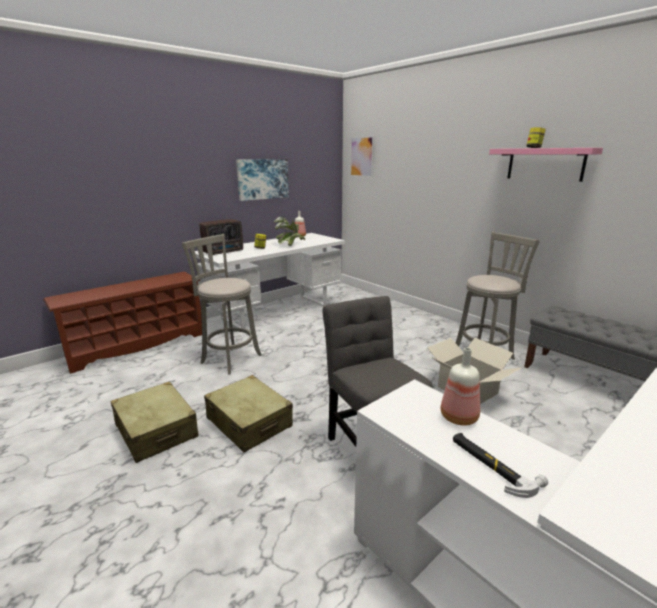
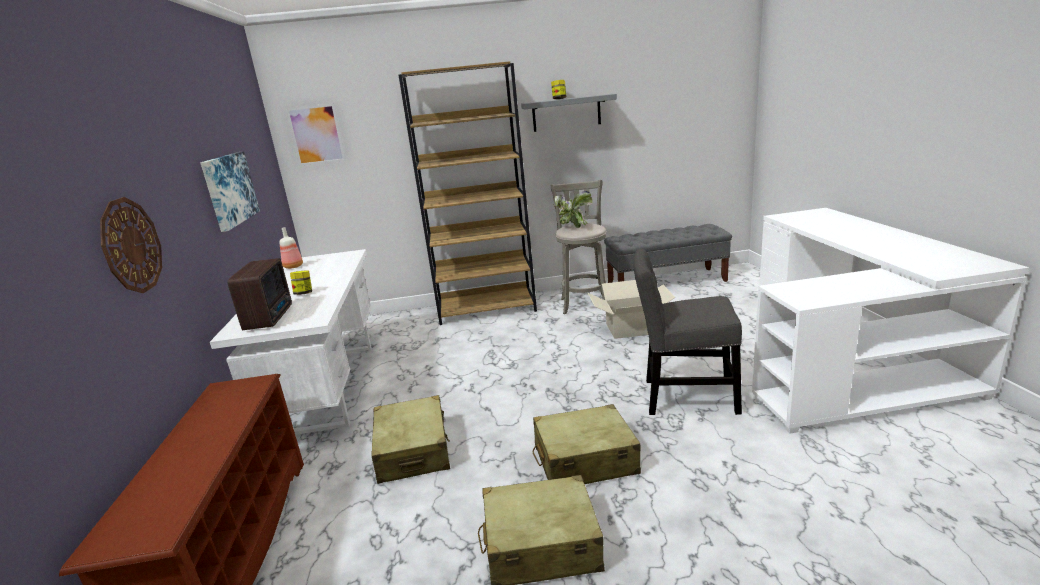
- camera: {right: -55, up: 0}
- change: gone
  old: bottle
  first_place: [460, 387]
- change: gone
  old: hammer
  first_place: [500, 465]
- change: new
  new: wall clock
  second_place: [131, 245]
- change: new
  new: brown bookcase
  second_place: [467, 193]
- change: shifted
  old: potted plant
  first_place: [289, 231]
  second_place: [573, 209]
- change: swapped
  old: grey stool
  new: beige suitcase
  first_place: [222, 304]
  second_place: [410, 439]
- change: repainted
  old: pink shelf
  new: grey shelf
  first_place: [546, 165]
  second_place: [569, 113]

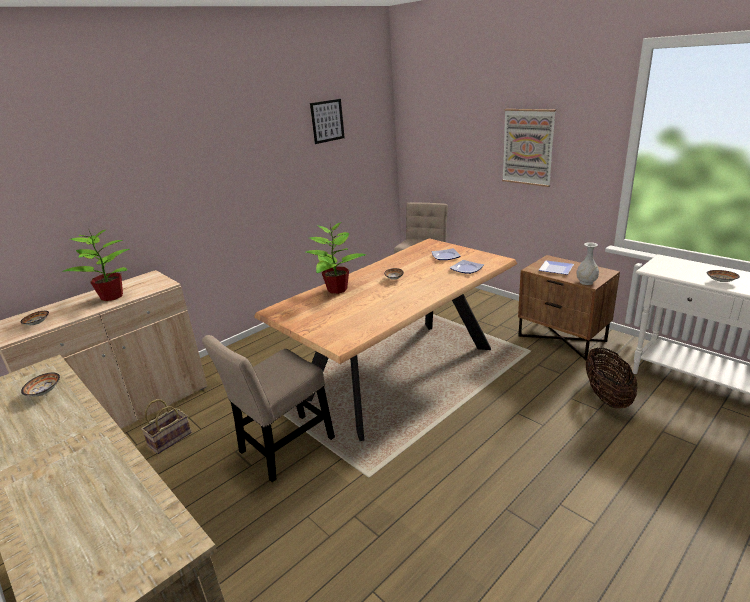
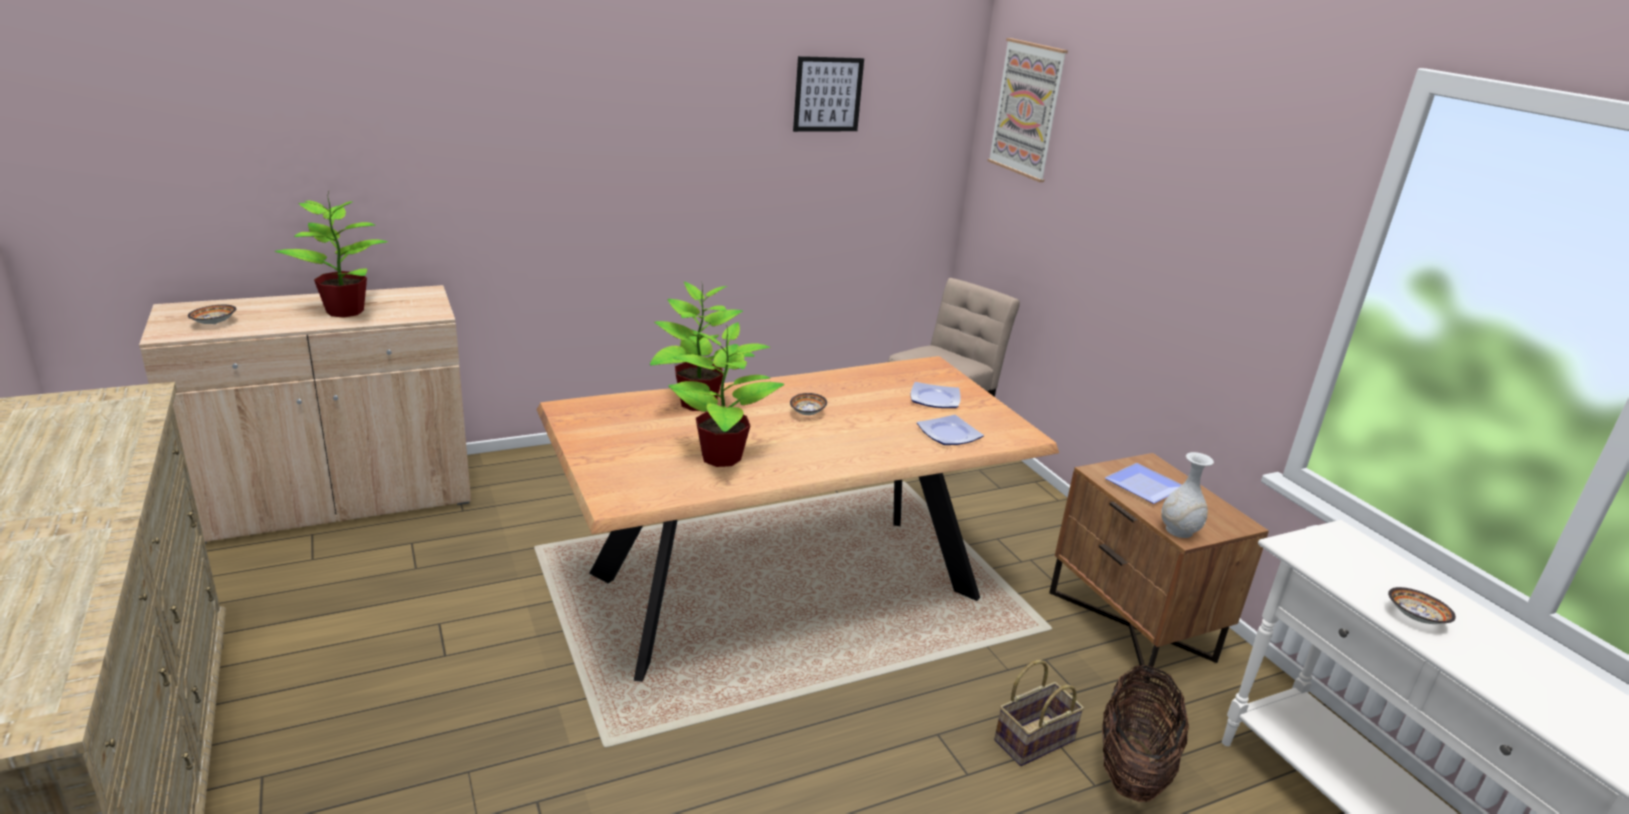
- camera: {right: 15, up: 0}
- change: gone
  old: bowl
  first_place: [40, 384]
- change: gone
  old: beige chair
  first_place: [268, 408]
- change: new
  new: potted plant
  second_place: [726, 394]
- change: shifted
  old: basket
  first_place: [166, 426]
  second_place: [1039, 713]
- change: shifted
  old: picture
  first_place: [529, 148]
  second_place: [1027, 110]

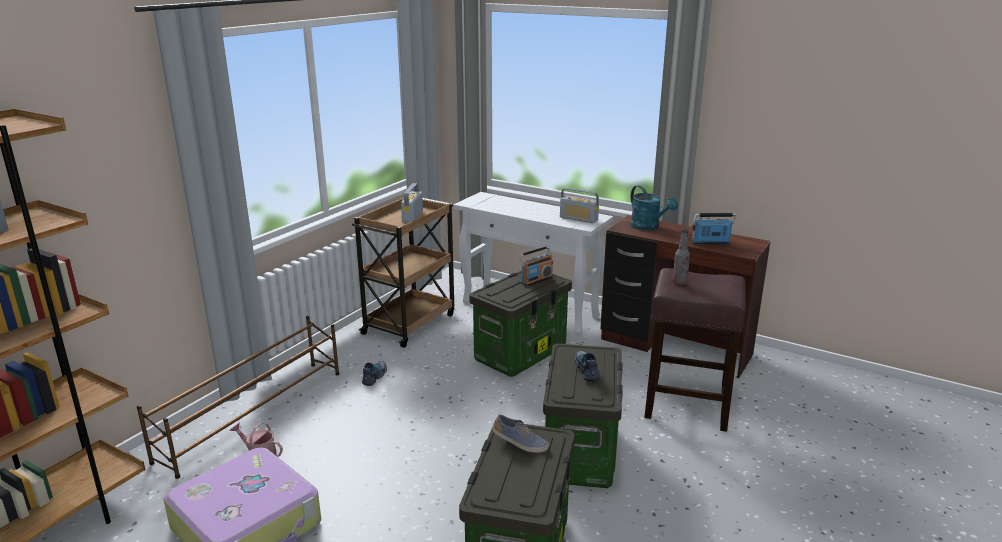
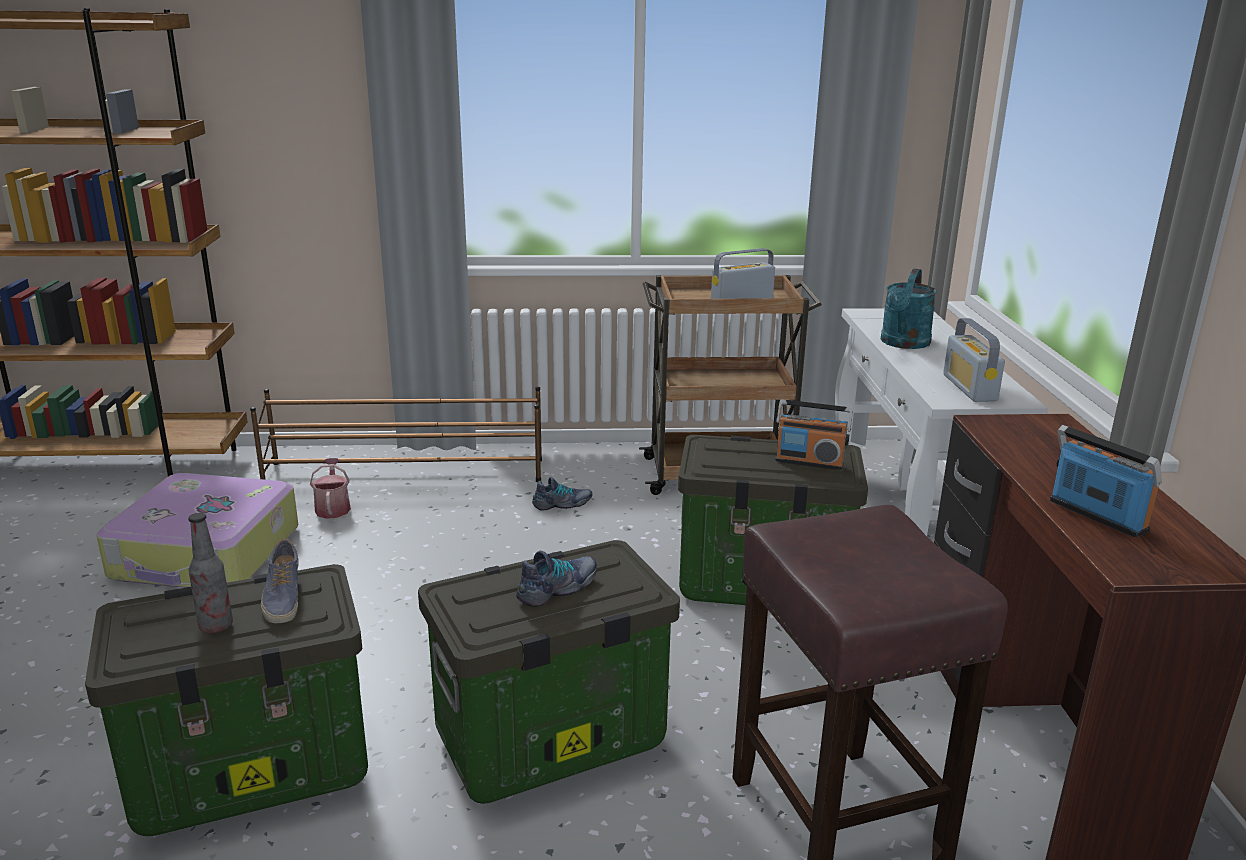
- camera: {right: 55, up: 0}
- change: shifted
  old: turquoise watering can
  first_place: [654, 208]
  second_place: [909, 309]
- change: shifted
  old: bottle
  first_place: [681, 257]
  second_place: [210, 573]

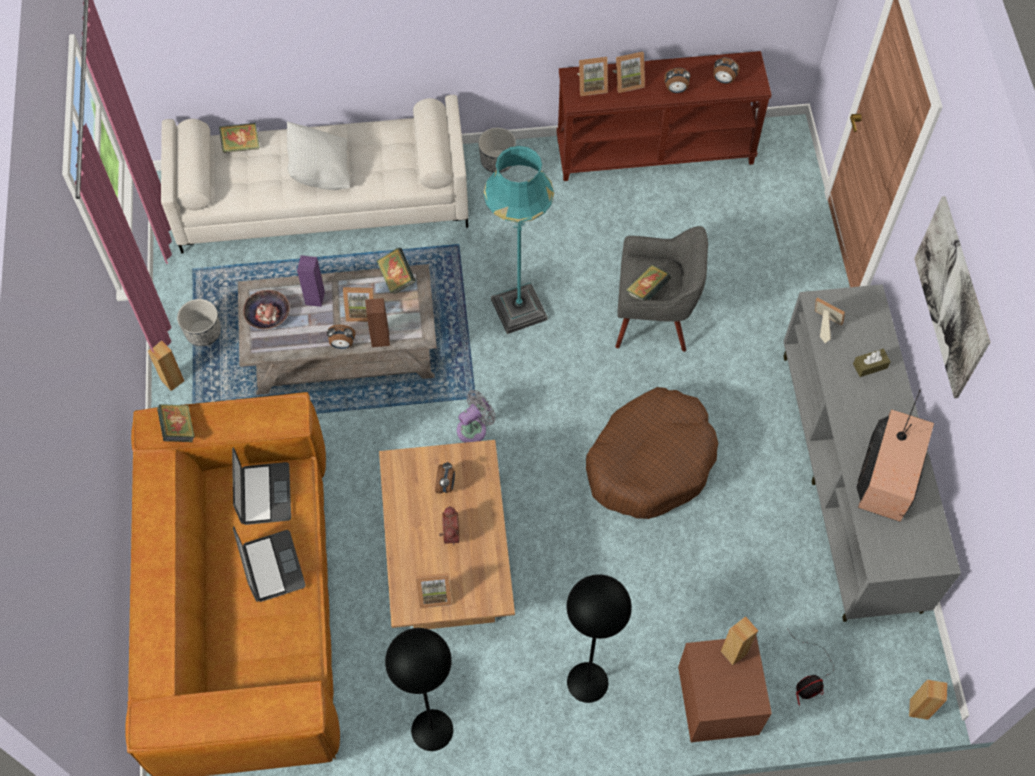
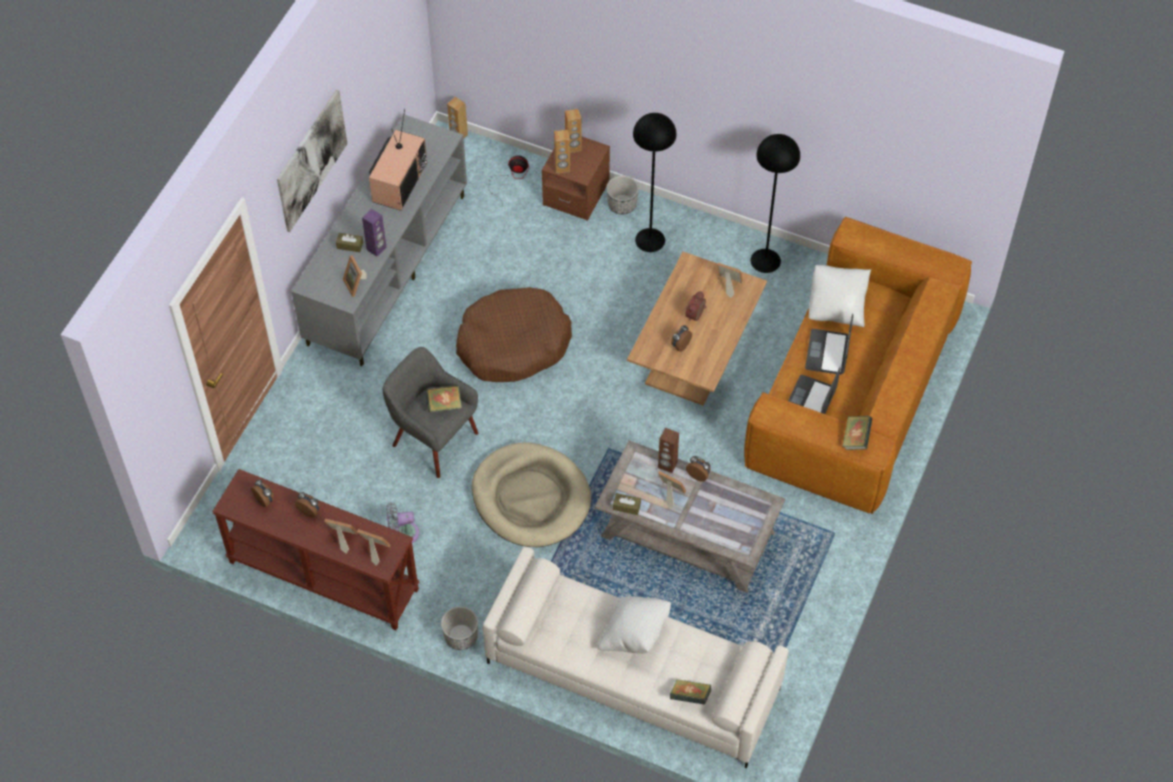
- camera: {right: -150, up: -5}
- change: gone
  old: bowl
  first_place: [266, 309]
- change: new
  new: white pillow
  second_place: [840, 296]
- change: shifted
  old: brown speaker
  first_place: [166, 366]
  second_place: [573, 131]
- change: shifted
  old: planter
  first_place: [199, 322]
  second_place: [622, 195]
- change: shifted
  old: purple speaker
  first_place: [311, 281]
  second_place: [374, 232]
- change: shifted
  old: grey fan
  first_place: [476, 416]
  second_place: [402, 522]
- change: swapped
  old: book
  new: brown tissue box
  first_place: [396, 271]
  second_place: [627, 504]
- change: swapped
  old: turquoise floor lamp
  new: beige dog bed
  first_place: [519, 240]
  second_place: [531, 494]
- change: rotated
  old: television
  first_place: [895, 456]
  second_place: [398, 160]
  degrees: 150

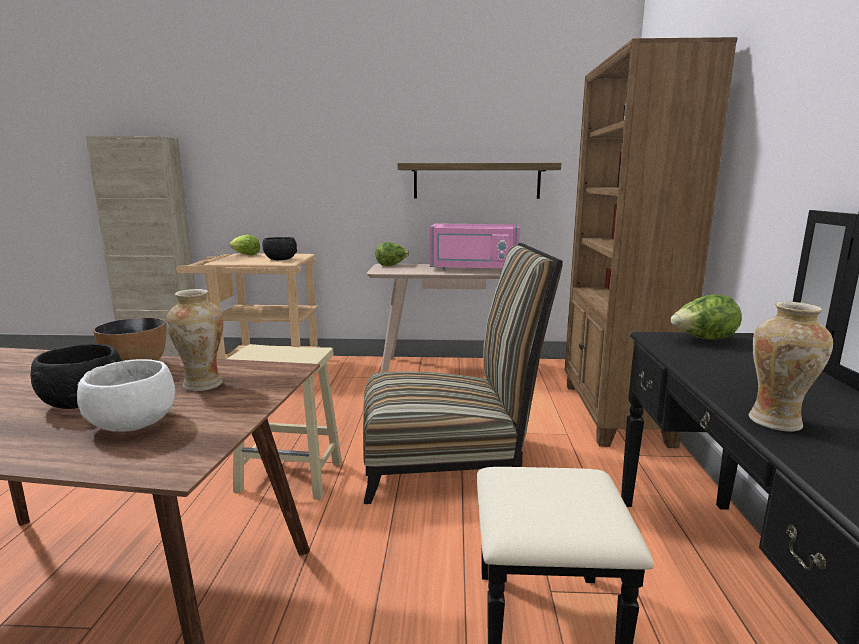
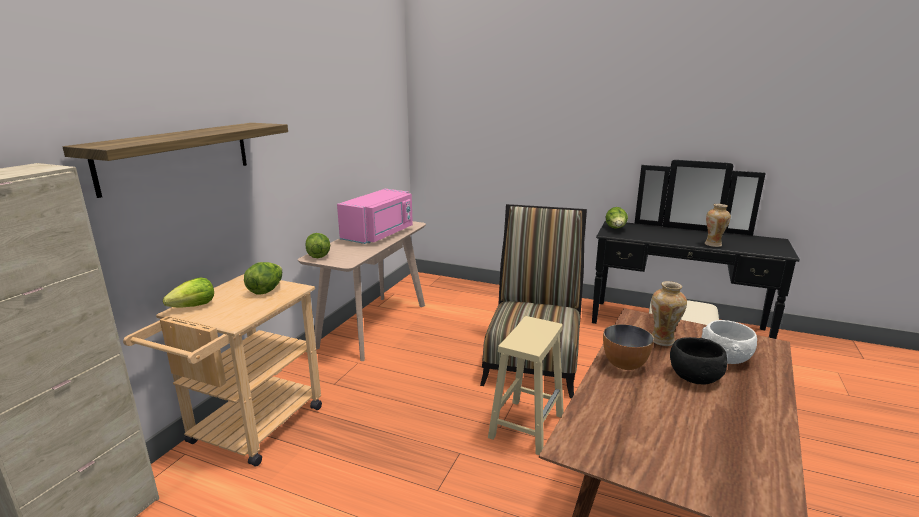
- camera: {right: -70, up: 5}
- change: gone
  old: brown bookcase
  first_place: [651, 242]
- change: shifted
  old: shelf
  first_place: [479, 181]
  second_place: [175, 160]
- change: swapped
  old: black bowl
  new: lettuce
  first_place: [279, 248]
  second_place: [263, 278]

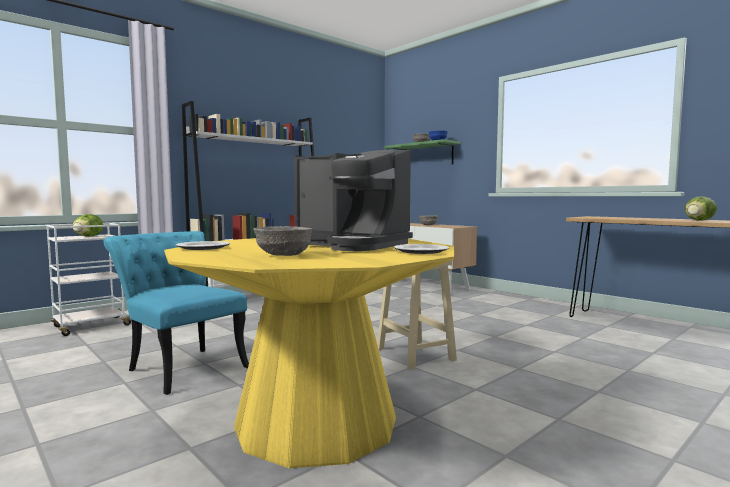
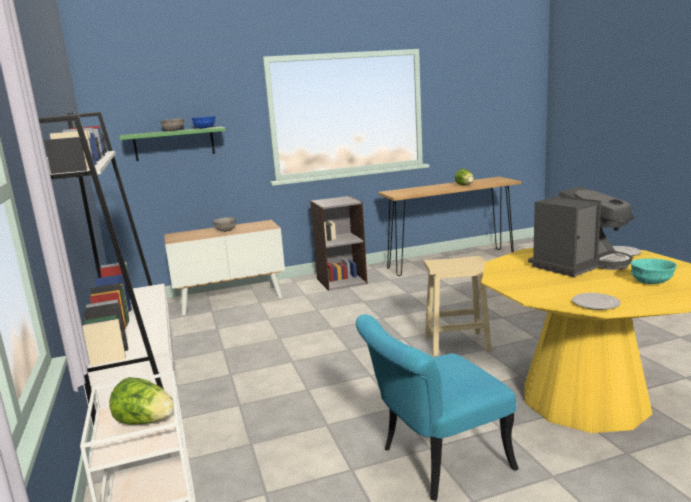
- camera: {right: -65, up: 10}
- change: new
  new: grey bookcase
  second_place: [338, 243]
- change: repainted
  old: grey bowl
  new: turquoise bowl
  first_place: [283, 241]
  second_place: [654, 271]

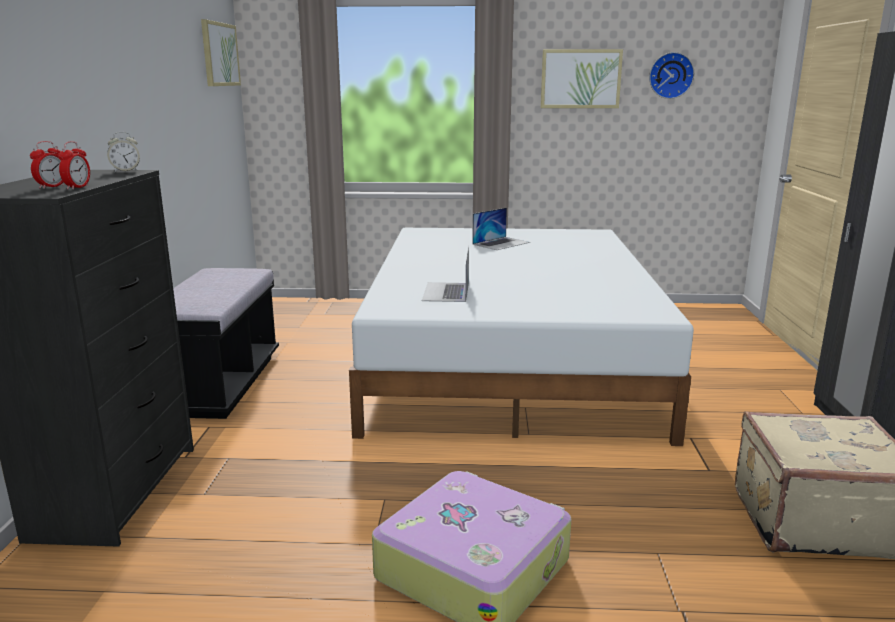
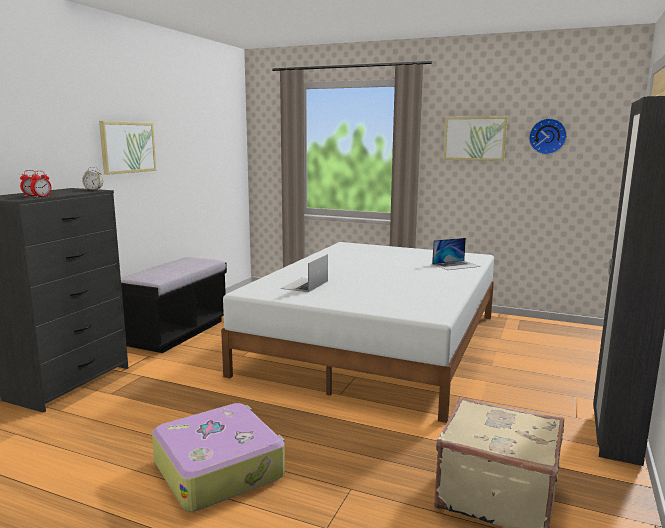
- camera: {right: 20, up: -5}
- change: shifted
  old: picture
  first_place: [221, 52]
  second_place: [127, 148]
- change: shifted
  old: laptop
  first_place: [501, 229]
  second_place: [456, 254]

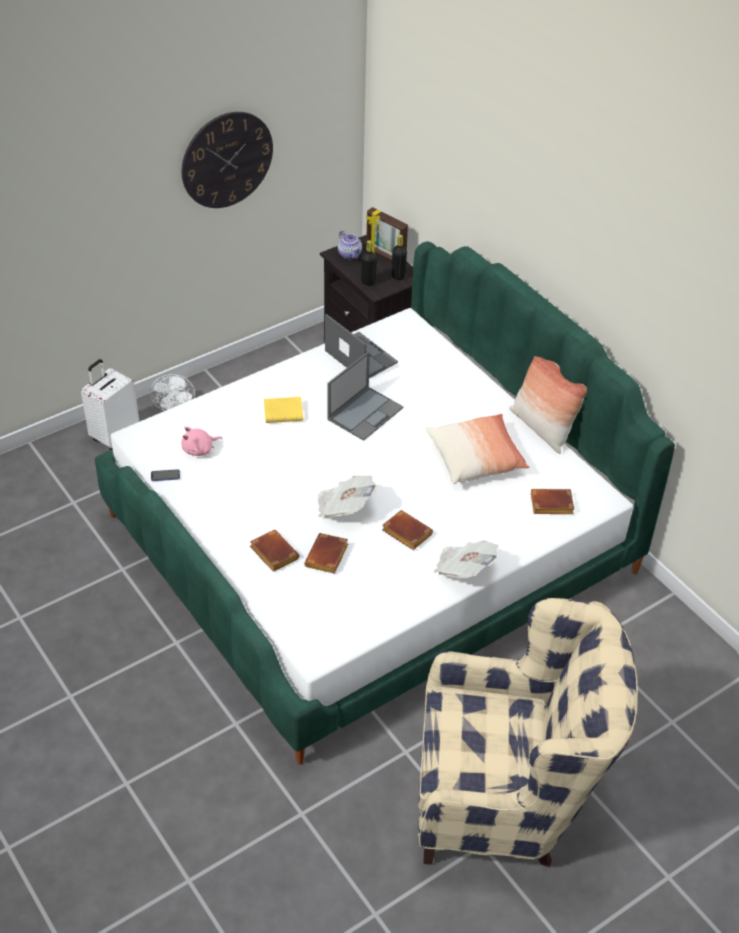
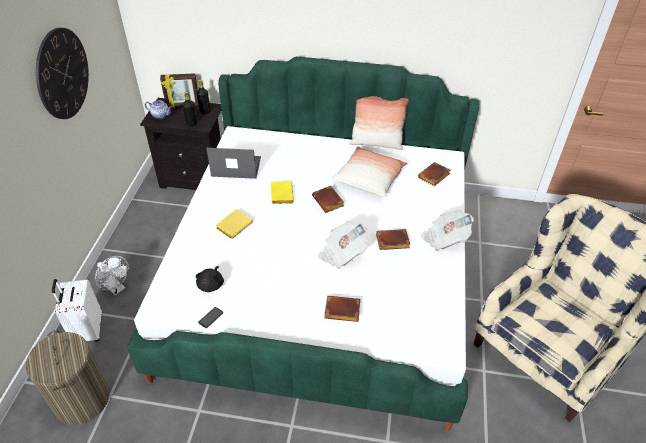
- camera: {right: -45, up: 0}
- change: new
  new: laundry basket
  second_place: [67, 377]
- change: shifted
  old: brown book
  first_place: [326, 553]
  second_place: [328, 199]
- change: swapped
  old: laptop
  new: yellow book
  first_place: [365, 396]
  second_place: [282, 192]
- change: repainted
  old: pink plush toy
  new: black plush toy
  first_place: [202, 441]
  second_place: [210, 279]

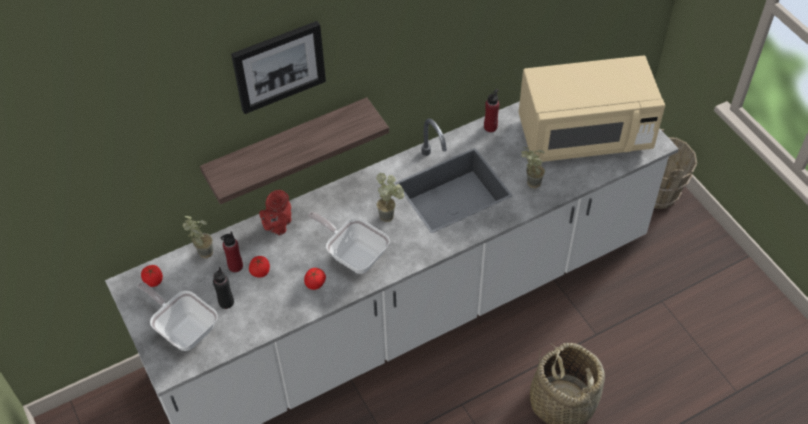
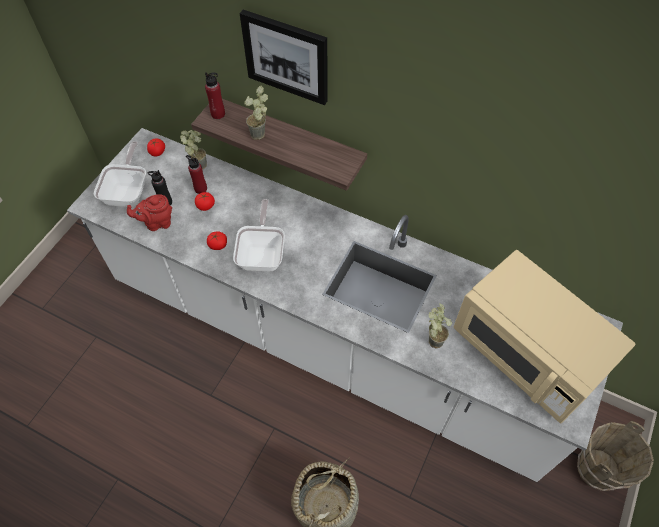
- camera: {right: 55, up: 5}
- change: shifted
  old: red teapot
  first_place: [275, 212]
  second_place: [149, 212]
- change: shifted
  old: potted plant
  first_place: [390, 197]
  second_place: [256, 112]
- change: shifted
  old: red bottle
  first_place: [491, 110]
  second_place: [215, 95]

